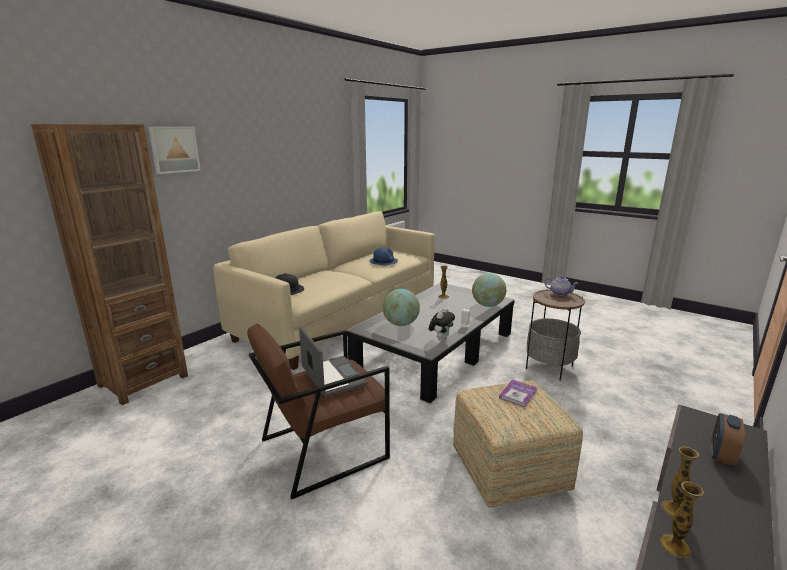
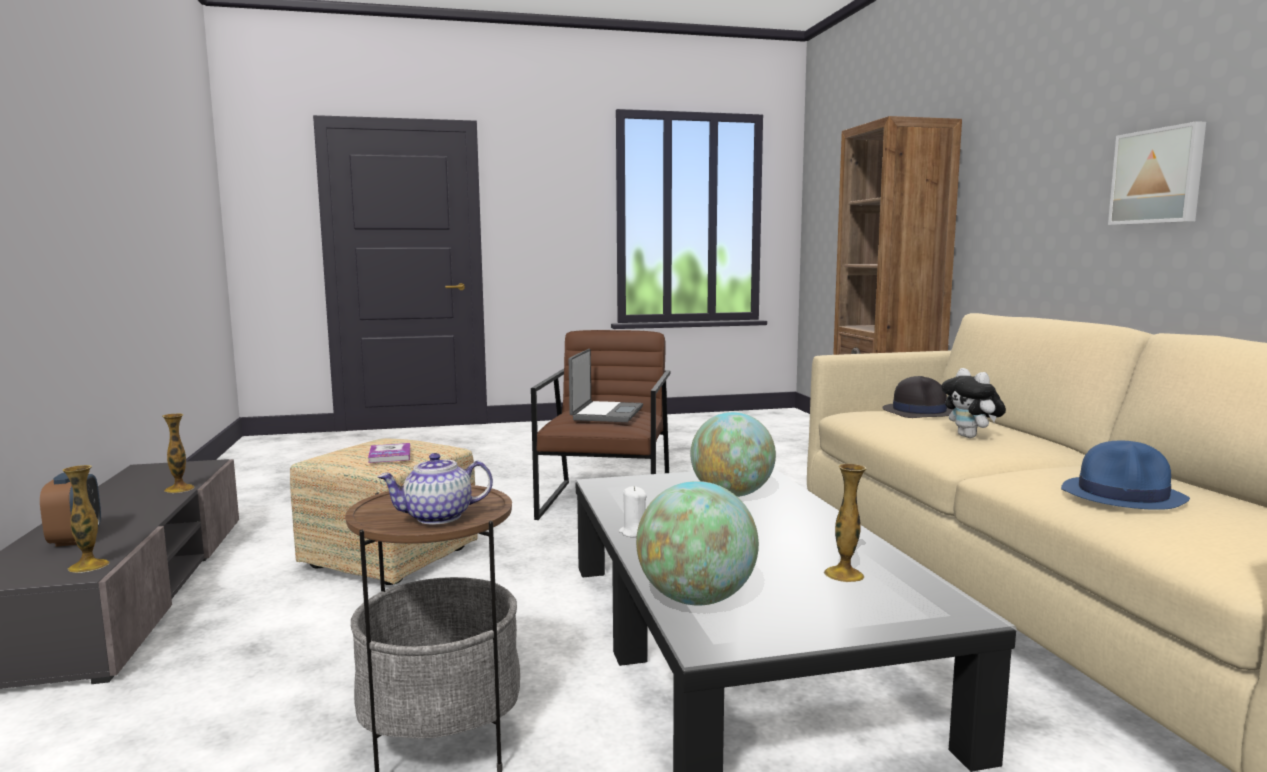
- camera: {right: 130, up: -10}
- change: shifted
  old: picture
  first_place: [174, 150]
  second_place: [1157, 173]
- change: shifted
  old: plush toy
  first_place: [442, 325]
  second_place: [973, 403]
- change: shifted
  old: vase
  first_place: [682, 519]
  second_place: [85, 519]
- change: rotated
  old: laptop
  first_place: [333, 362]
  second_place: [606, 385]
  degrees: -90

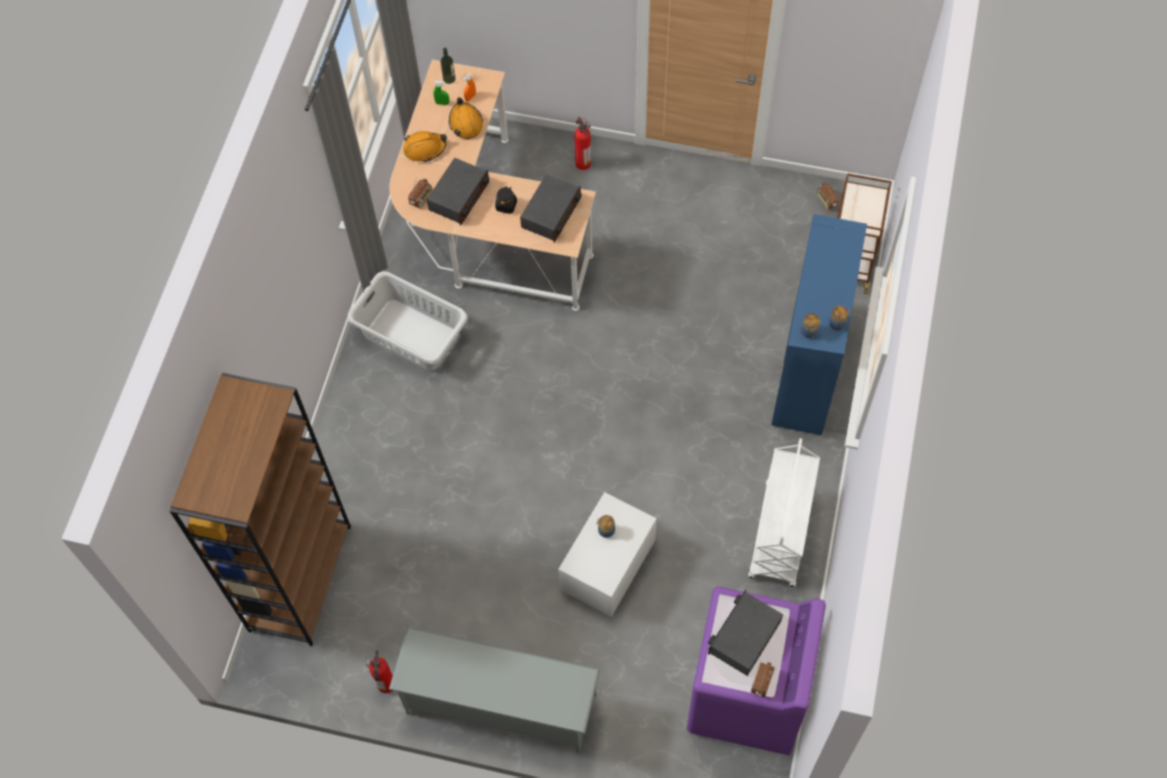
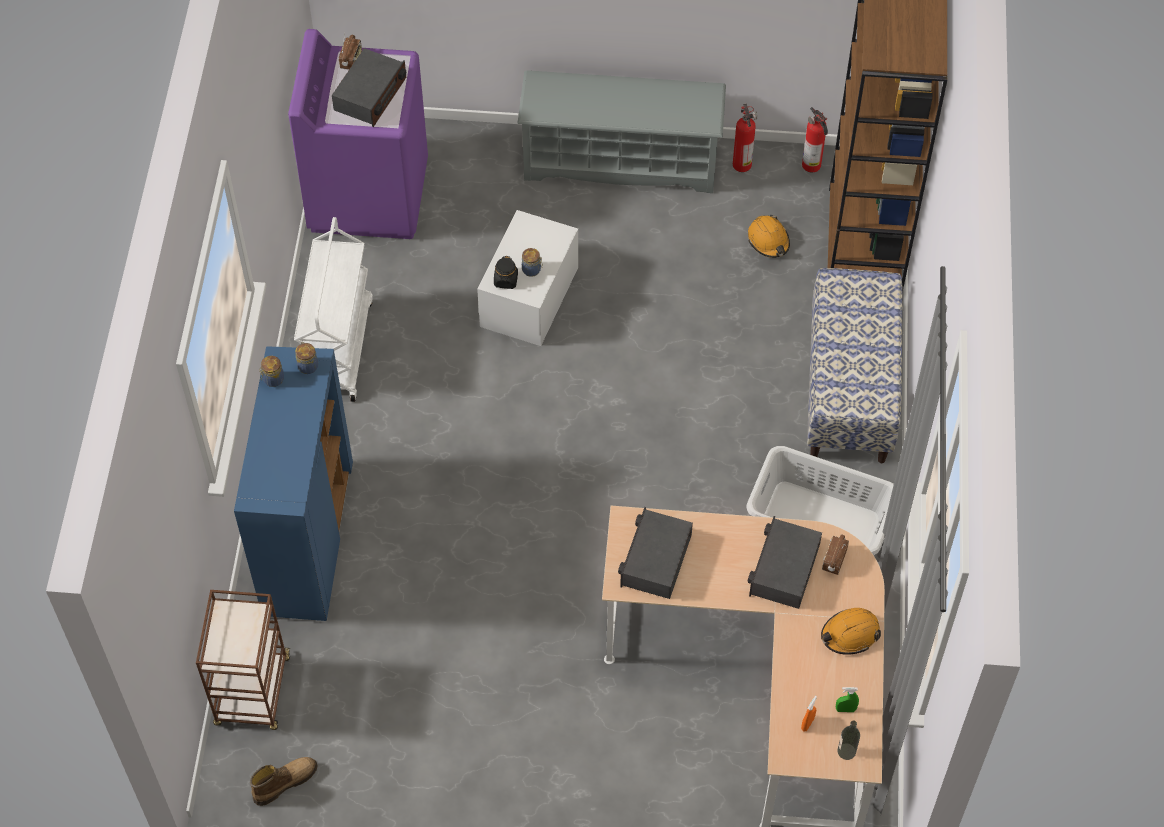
- camera: {right: 170, up: -5}
- change: new
  new: bench
  second_place: [855, 365]
- change: shifted
  old: orange hard hat
  first_place: [466, 118]
  second_place: [769, 236]
- change: shifted
  old: black jar
  first_place: [506, 200]
  second_place: [506, 272]
- change: shifted
  old: fire extinguisher
  first_place: [583, 143]
  second_place: [815, 139]
- change: swapped
  old: radio
  new: boot
  first_place: [828, 196]
  second_place: [284, 781]

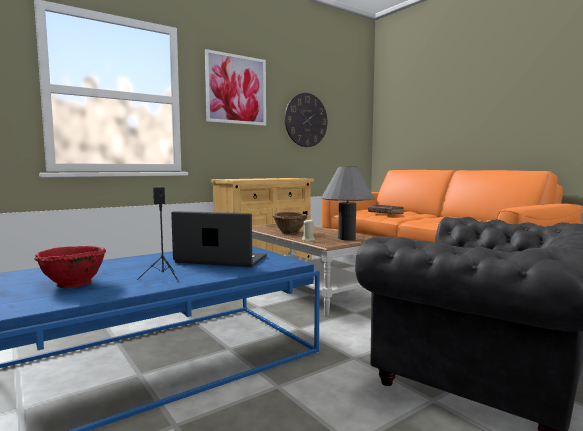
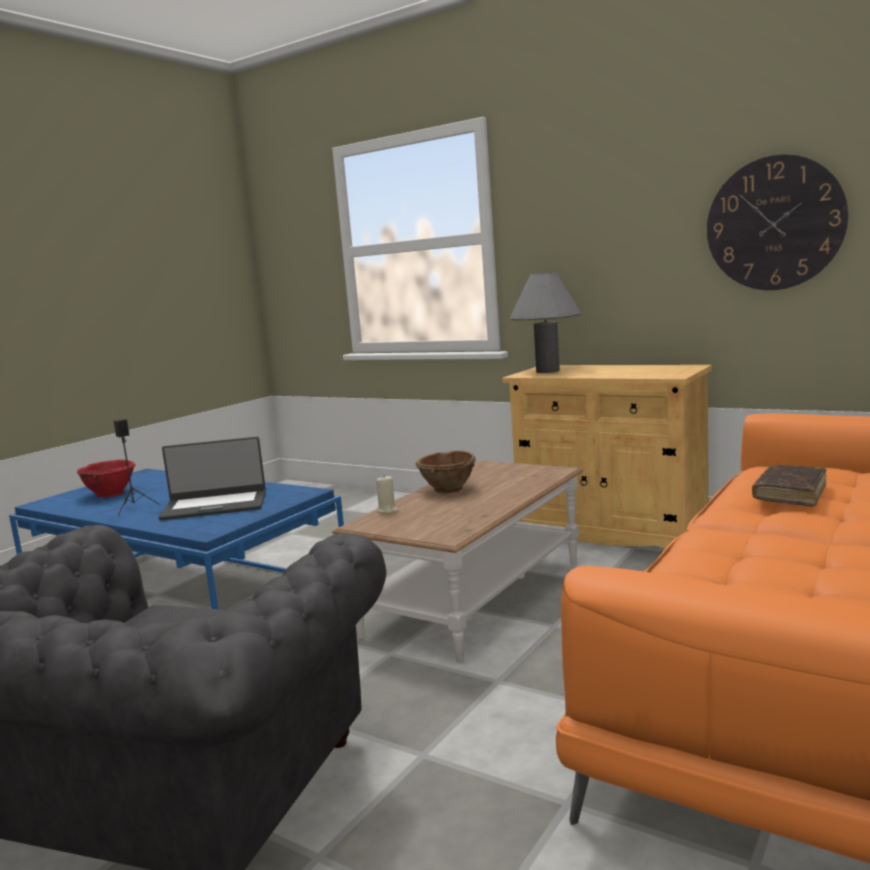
- camera: {right: 70, up: 5}
- change: gone
  old: picture
  first_place: [235, 87]
- change: shifted
  old: grey table lamp
  first_place: [347, 203]
  second_place: [545, 322]
- change: rotated
  old: laptop
  first_place: [219, 239]
  second_place: [212, 478]
  degrees: 90

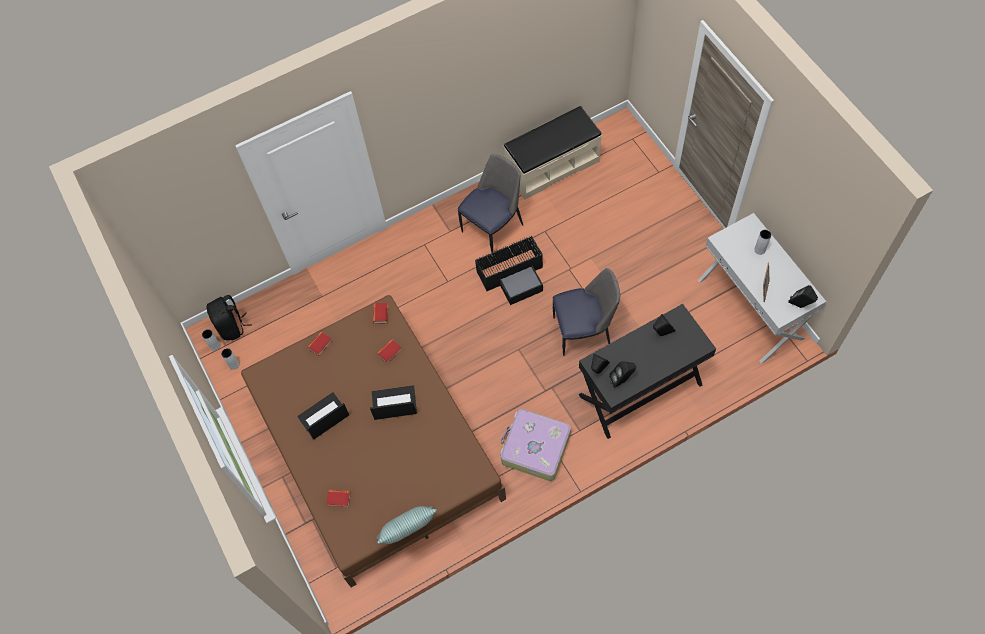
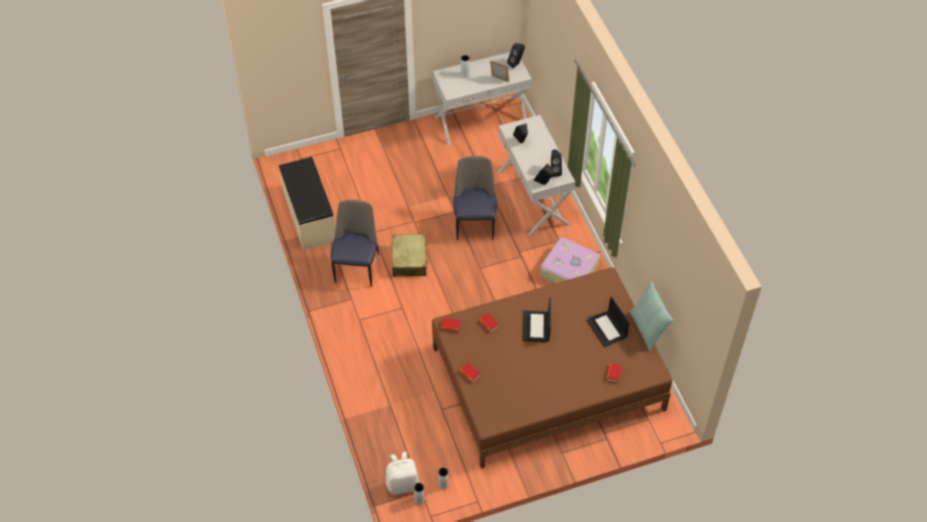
- camera: {right: -85, up: -10}
- change: shifted
  old: laptop
  first_place: [323, 415]
  second_place: [608, 321]
- change: swapped
  old: black storage box
  new: beige suitcase
  first_place: [509, 270]
  second_place: [410, 255]
- change: repainted
  old: black backpack
  new: white backpack
  first_place: [229, 317]
  second_place: [402, 473]
- change: repainted
  old: black console table
  new: white console table
  first_place: [647, 371]
  second_place: [536, 175]
- change: rotated
  old: chair
  first_place: [490, 203]
  second_place: [355, 243]
  degrees: 45

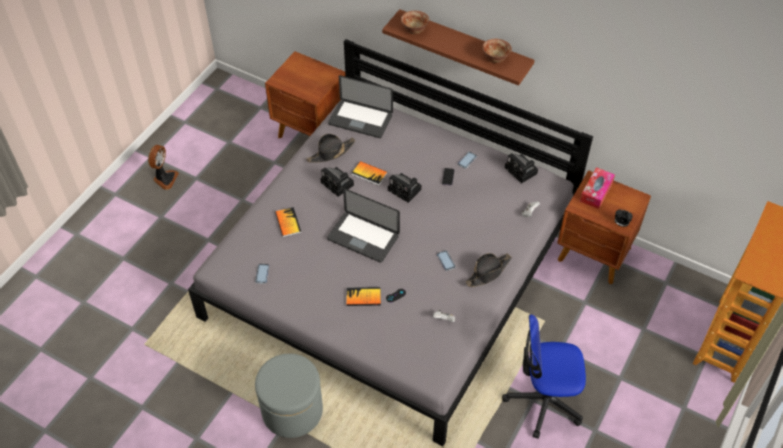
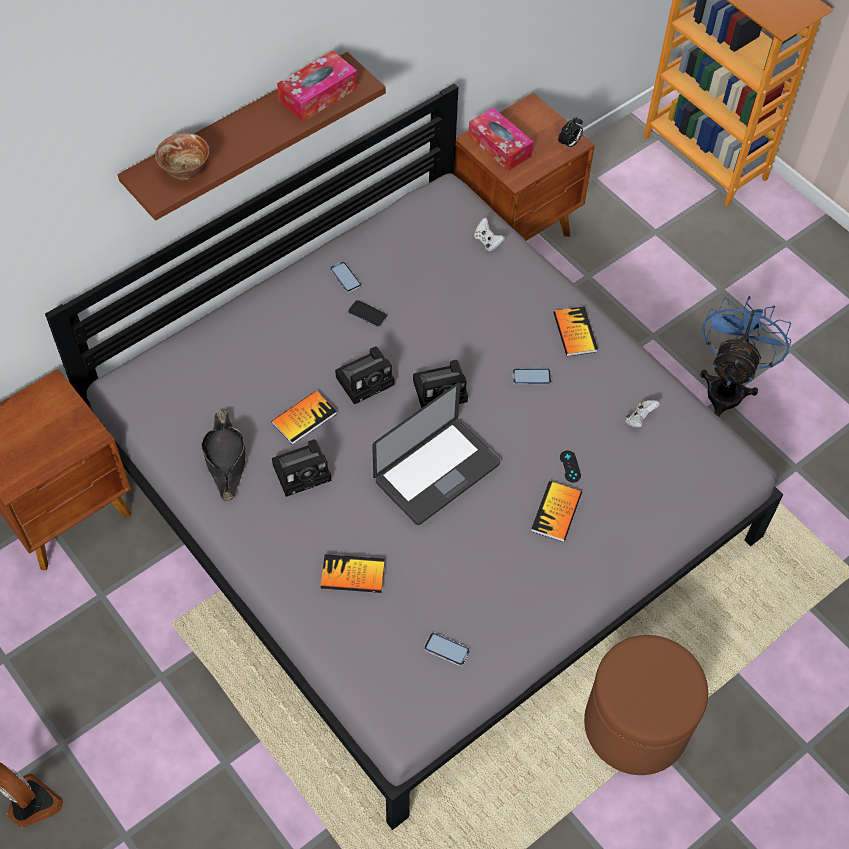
- camera: {right: -70, up: 5}
- change: gone
  old: laptop
  first_place: [360, 106]
- change: shifted
  old: photo camera
  first_place: [521, 168]
  second_place: [440, 384]
- change: swapped
  old: black hat
  new: book
  first_place: [488, 270]
  second_place: [575, 331]
- change: swapped
  old: bowl
  new: tissue box
  first_place: [497, 51]
  second_place: [317, 86]
- change: swapped
  old: office chair
  new: blue fan
  first_place: [544, 376]
  second_place: [745, 357]
- change: repainted
  old: grey ottoman
  new: brown ottoman
  first_place: [289, 396]
  second_place: [646, 705]

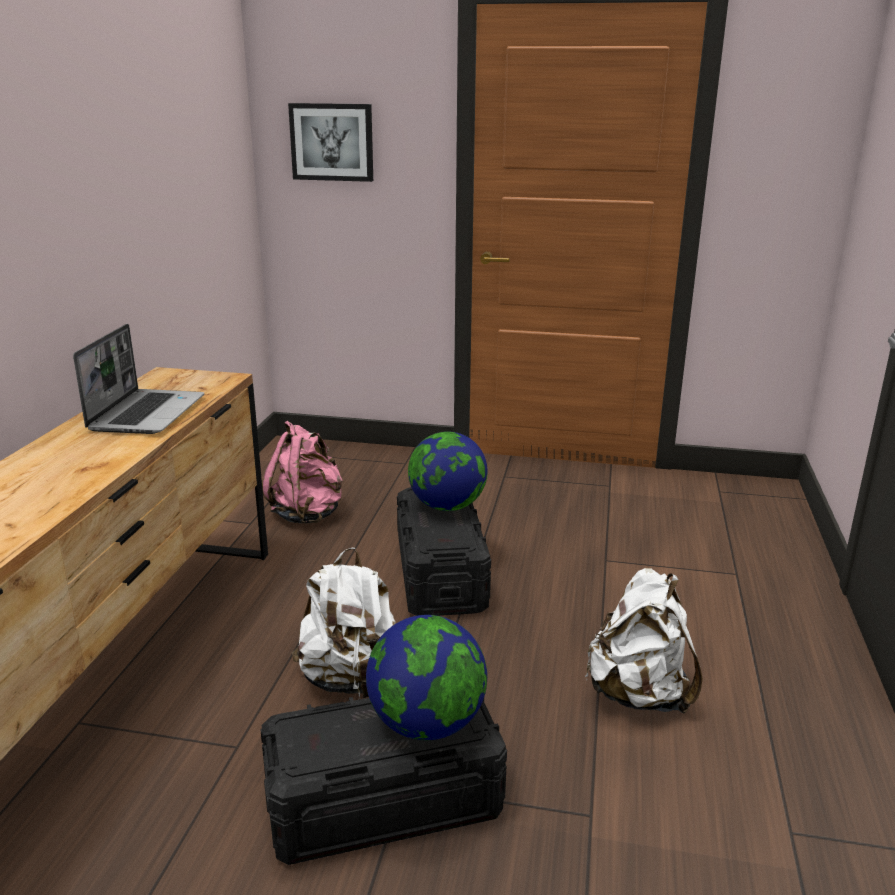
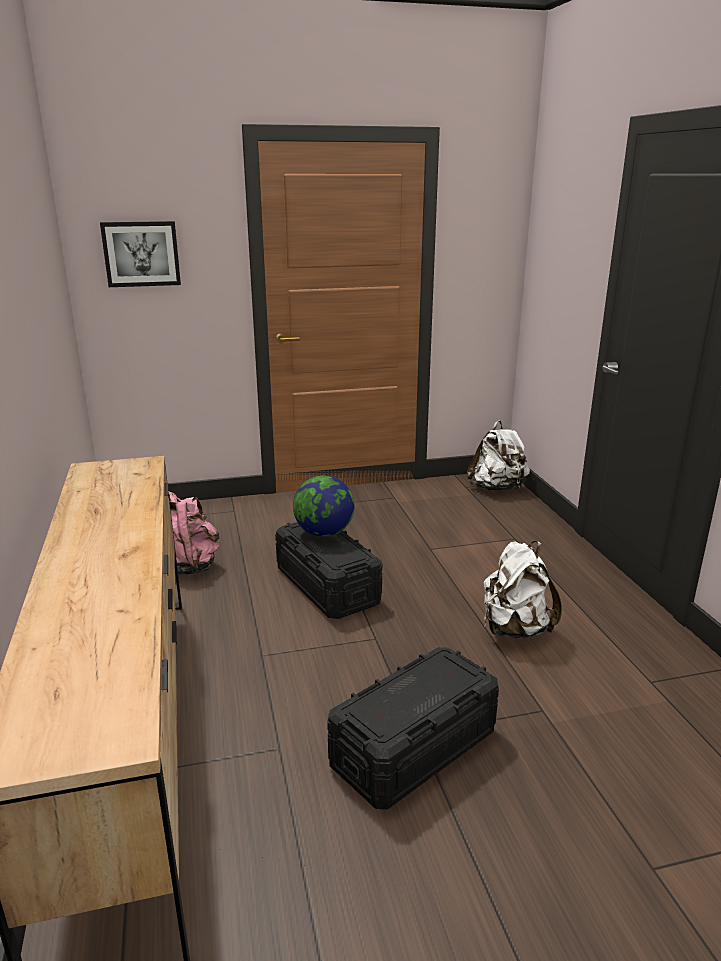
- camera: {right: -25, up: 0}
- change: gone
  old: laptop
  first_place: [138, 379]
- change: gone
  old: globe
  first_place: [426, 677]
- change: shifted
  old: white backpack
  first_place: [344, 622]
  second_place: [498, 456]

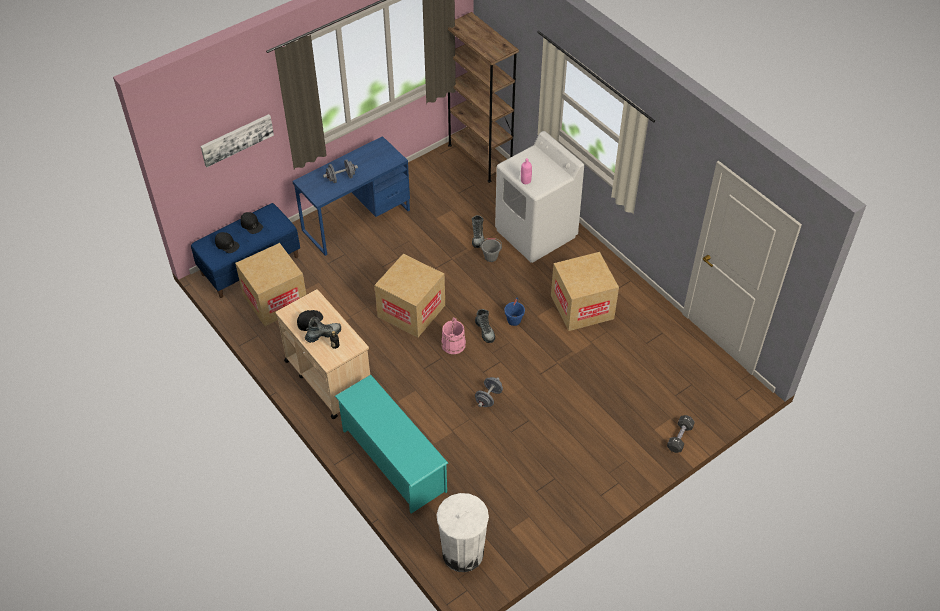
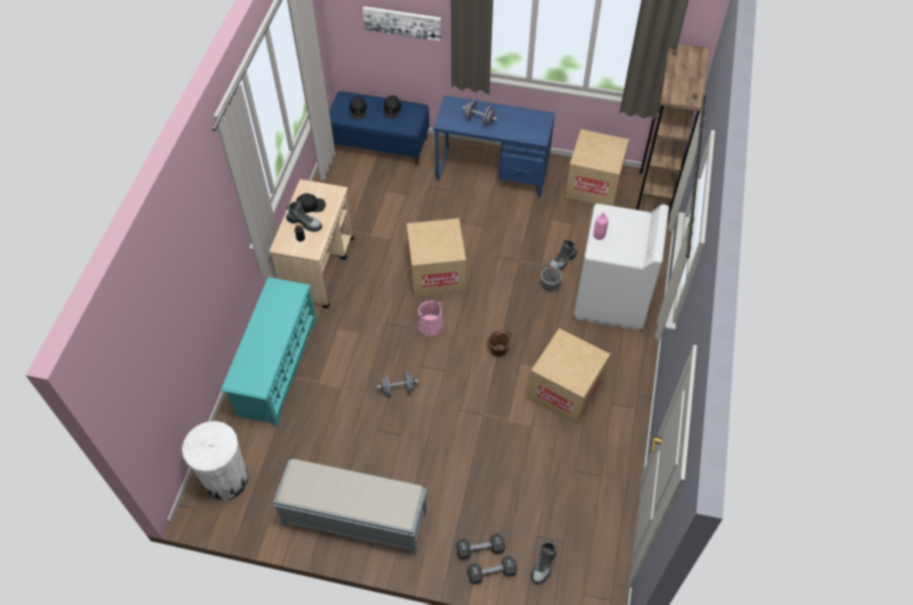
- camera: {right: 50, up: 5}
- change: new
  new: grey bench
  second_place: [350, 507]
- change: new
  new: black dumbbell
  second_place: [480, 546]
- change: shifted
  old: cardboard box
  first_place: [270, 284]
  second_place: [597, 167]
- change: shifted
  old: boot
  first_place: [485, 326]
  second_place: [544, 562]
- change: repainted
  old: blue bucket
  new: brown bucket
  first_place: [514, 311]
  second_place: [499, 344]

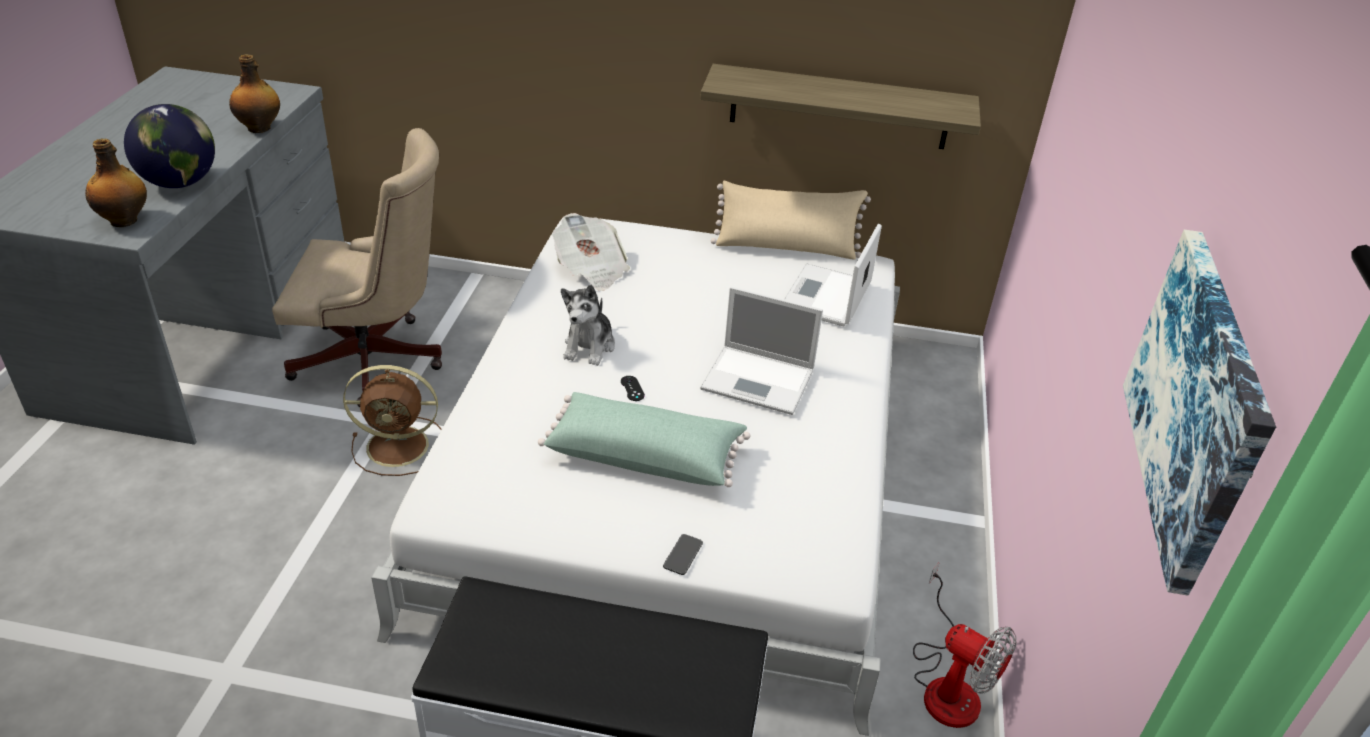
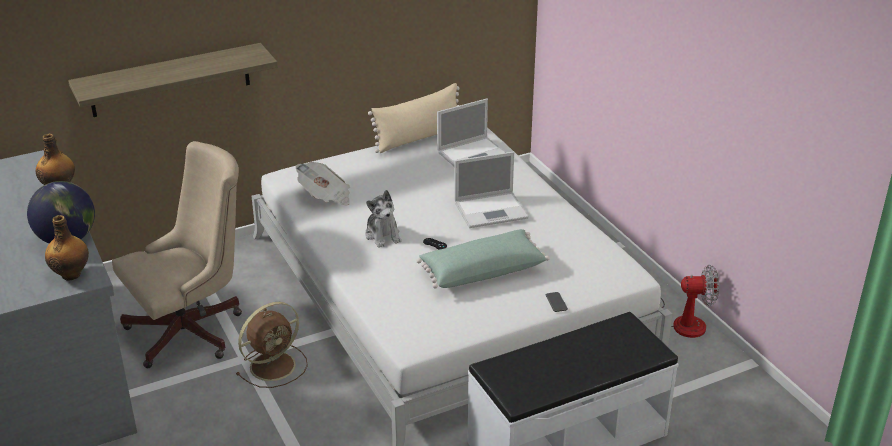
- camera: {right: -35, up: -5}
- change: gone
  old: picture
  first_place: [1199, 413]
- change: shifted
  old: shelf
  first_place: [840, 106]
  second_place: [173, 80]
- change: rotated
  old: laptop
  first_place: [833, 275]
  second_place: [471, 133]
  degrees: -105

